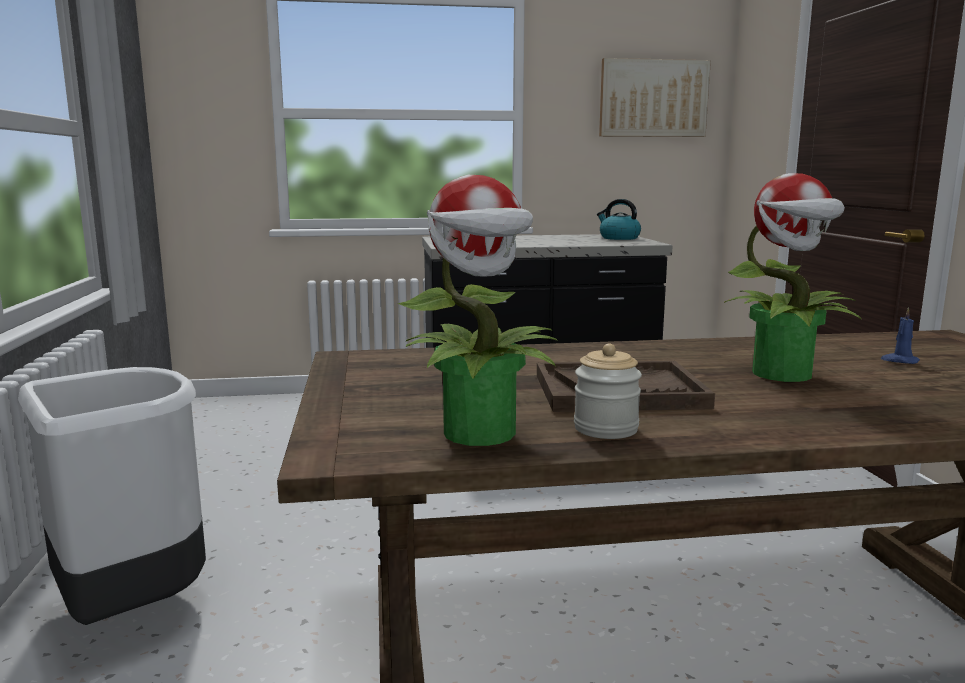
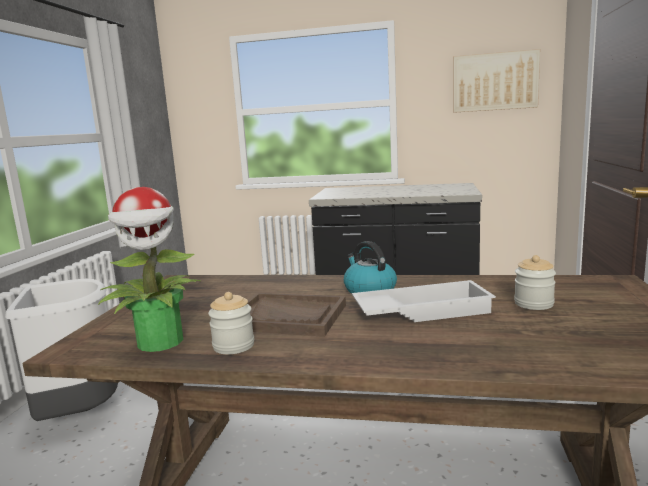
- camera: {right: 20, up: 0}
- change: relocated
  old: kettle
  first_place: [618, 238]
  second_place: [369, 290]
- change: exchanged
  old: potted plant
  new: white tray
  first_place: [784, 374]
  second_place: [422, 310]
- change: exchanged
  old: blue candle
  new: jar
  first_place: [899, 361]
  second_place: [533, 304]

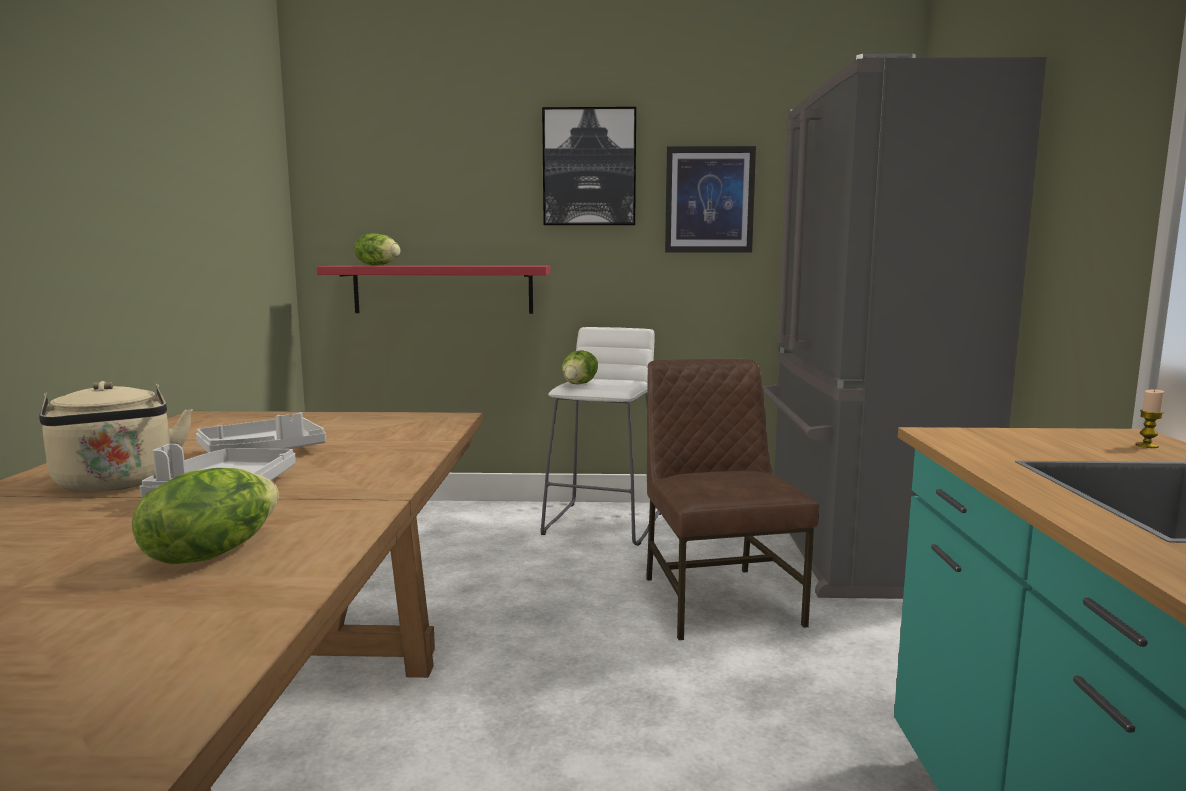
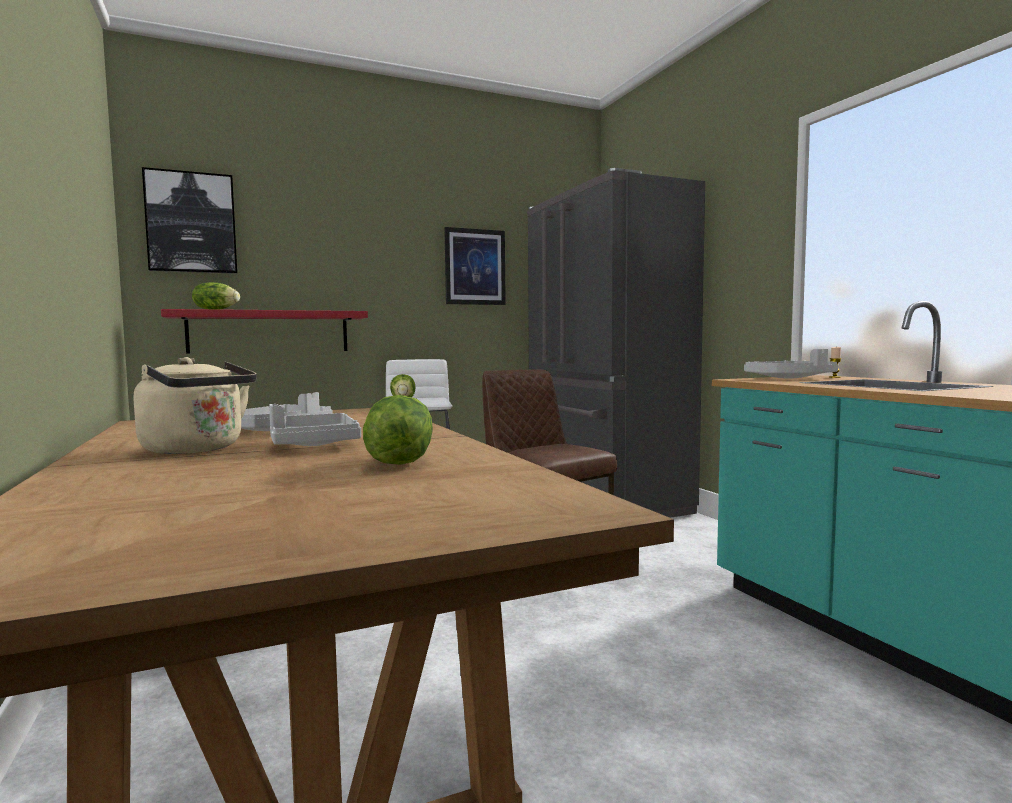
- camera: {right: -25, up: -5}
- change: relocated
  old: picture
  first_place: [589, 167]
  second_place: [191, 223]
- change: appeared
  new: grey tray
  second_place: [790, 378]

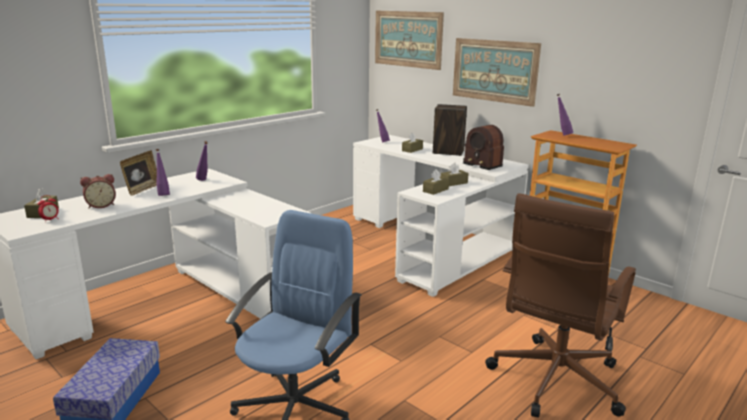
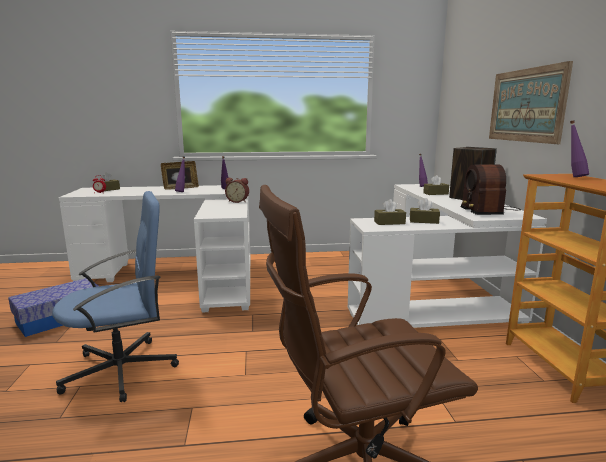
- camera: {right: 40, up: -5}
- change: relocated
  old: alarm clock
  first_place: [101, 205]
  second_place: [238, 201]
- change: missing
  old: picture
  first_place: [408, 39]

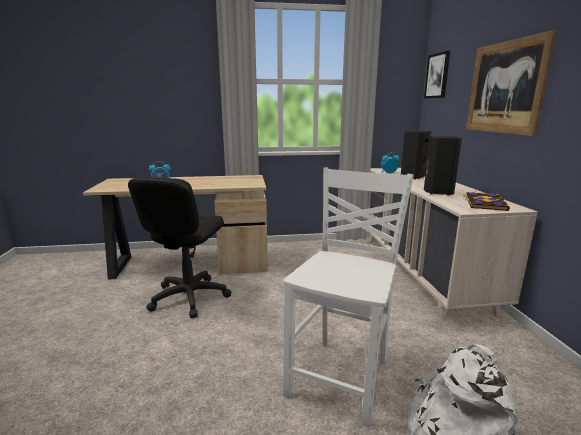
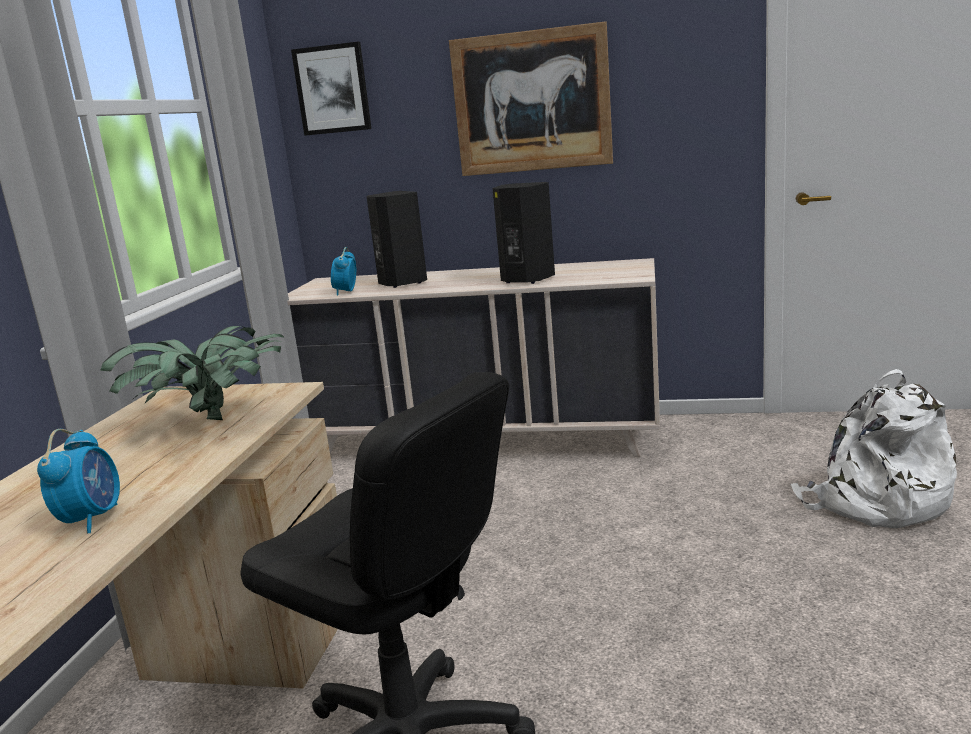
- camera: {right: -70, up: 0}
- change: missing
  old: white chair
  first_place: [342, 376]
- change: missing
  old: book
  first_place: [484, 203]
- change: appeared
  new: potted plant
  second_place: [210, 421]

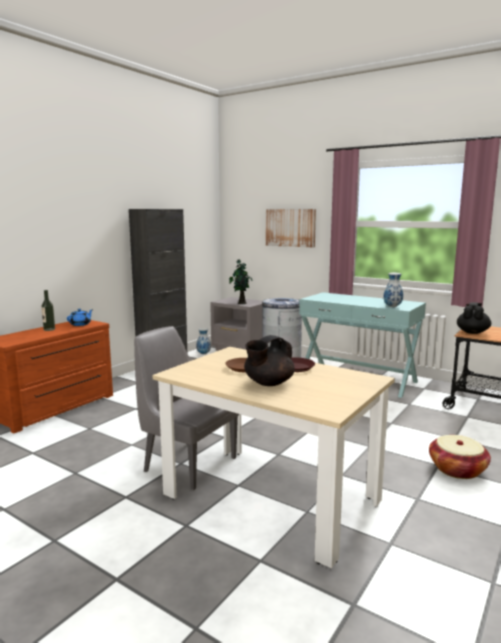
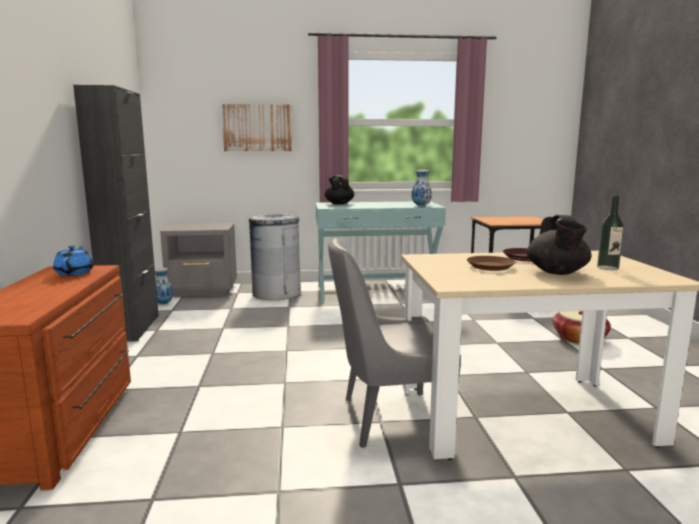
- camera: {right: -40, up: 0}
- change: relocated
  old: bottle
  first_place: [49, 329]
  second_place: [607, 268]
- change: missing
  old: potted plant
  first_place: [241, 303]
- change: relocated
  old: black teapot
  first_place: [472, 332]
  second_place: [339, 204]

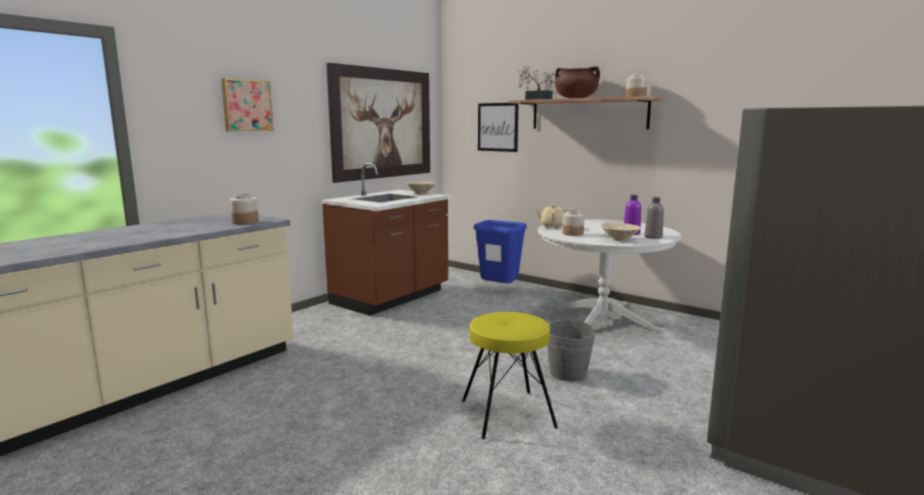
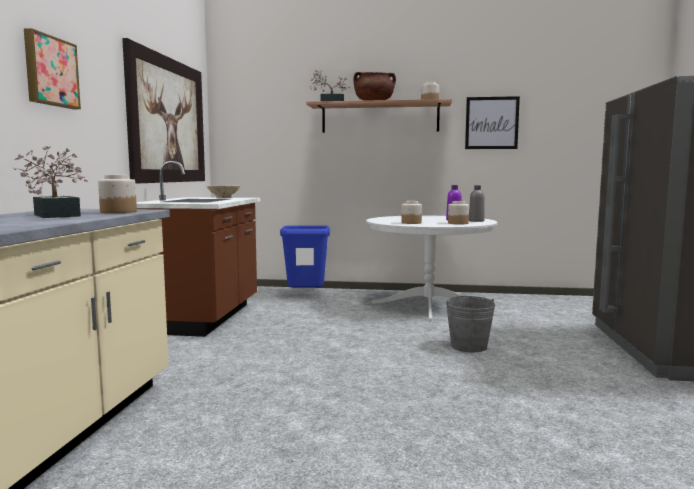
- camera: {right: -30, up: -5}
- change: missing
  old: yellow stool
  first_place: [507, 414]
- change: relocated
  old: picture
  first_place: [497, 127]
  second_place: [491, 123]
- change: missing
  old: beige teapot
  first_place: [552, 227]
- change: exchanged
  old: beige bowl
  new: jar
  first_place: [619, 239]
  second_place: [458, 223]
- change: appeared
  new: potted plant
  second_place: [56, 215]

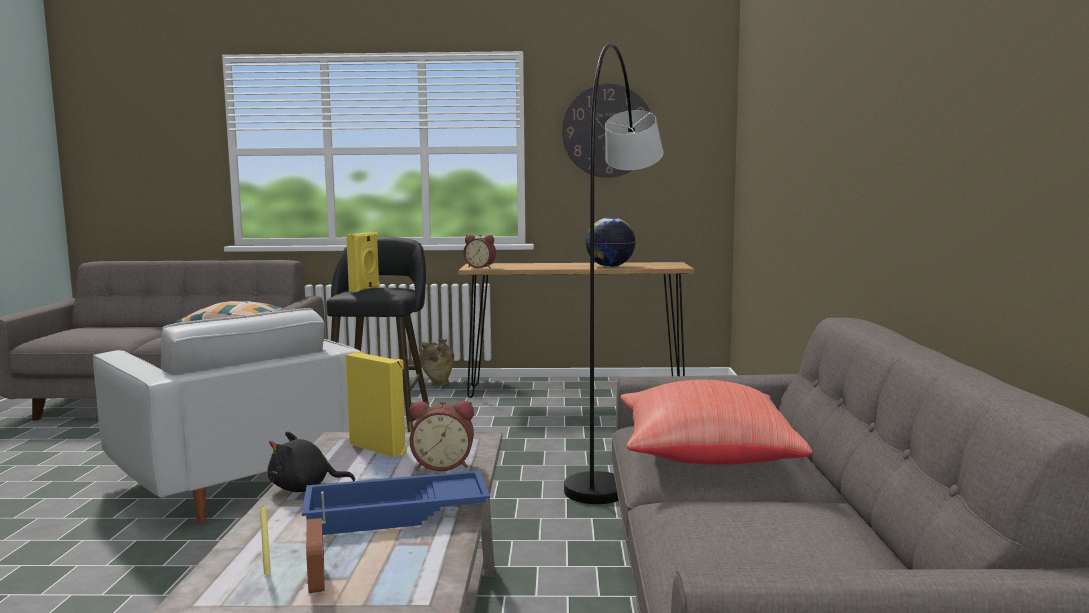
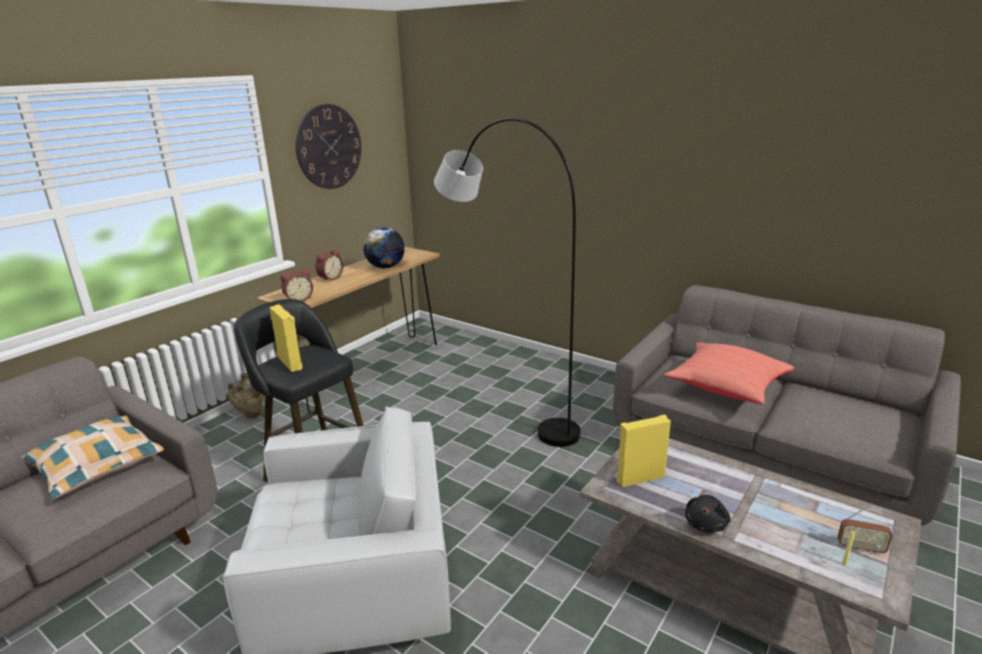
- camera: {right: -55, up: 15}
- change: missing
  old: blue tray
  first_place: [395, 515]
- change: relocated
  old: alarm clock
  first_place: [443, 465]
  second_place: [330, 278]

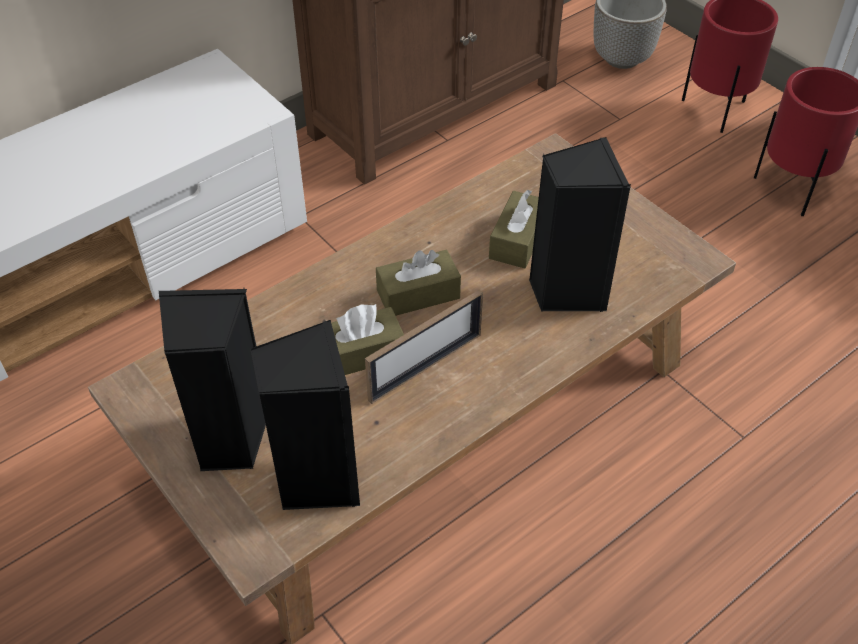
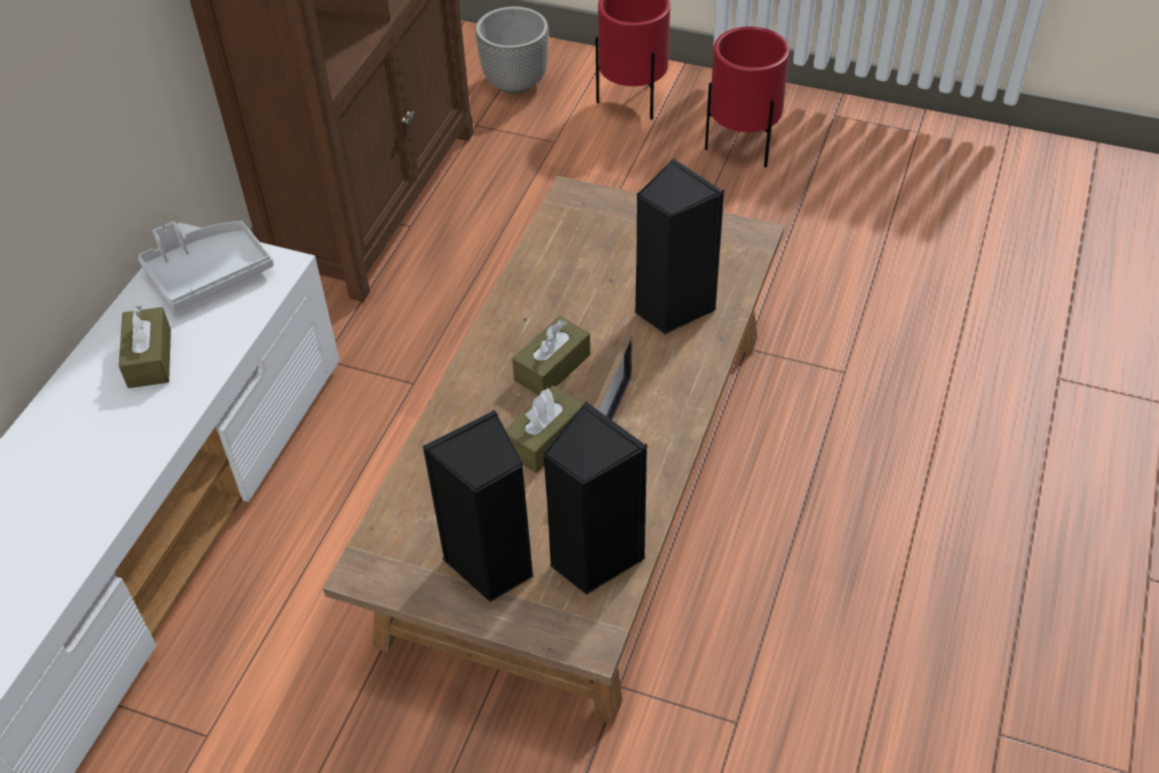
- camera: {right: -30, up: 0}
- change: relocated
  old: brown tissue box
  first_place: [518, 240]
  second_place: [150, 358]
- change: appeared
  new: grey tray
  second_place: [208, 274]

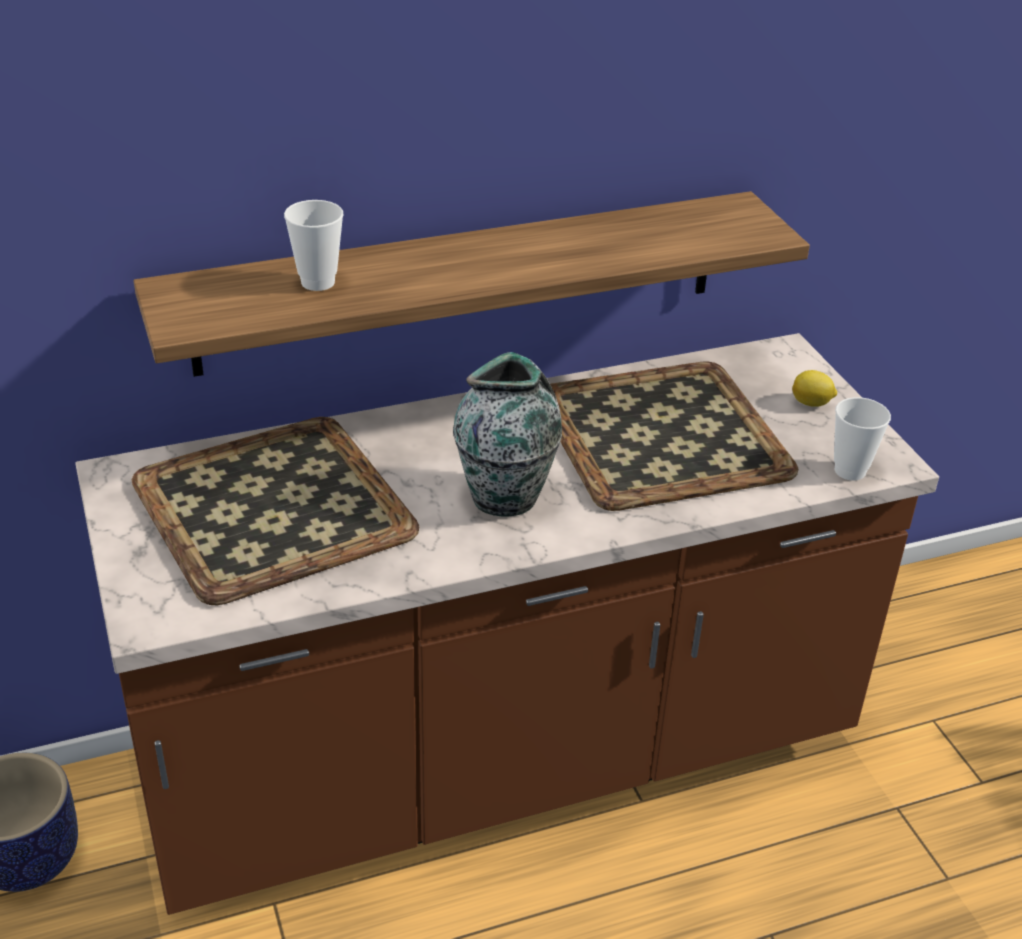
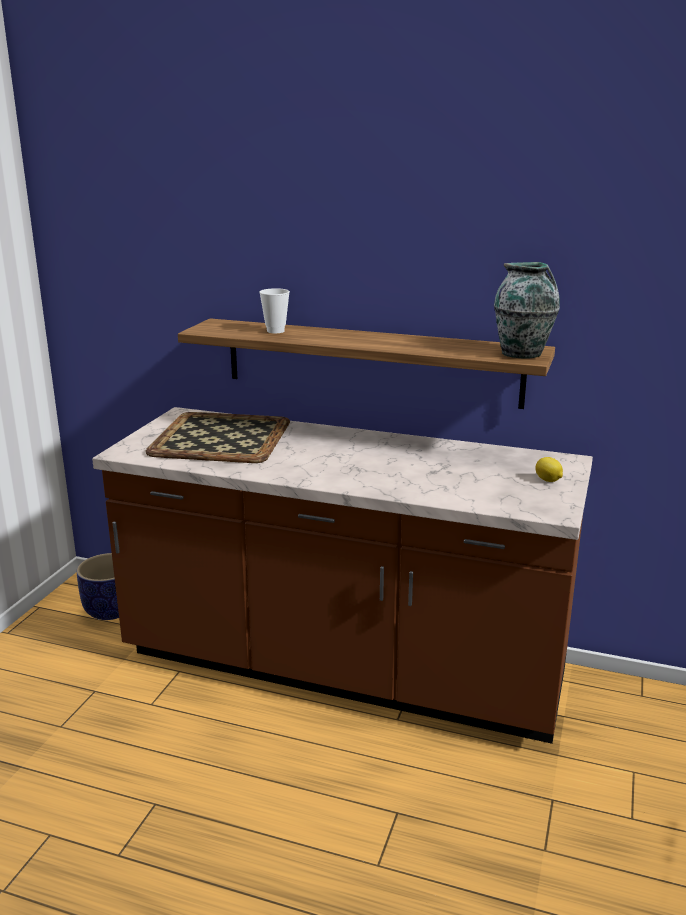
- camera: {right: 40, up: -15}
- change: relocated
  old: vase
  first_place: [506, 496]
  second_place: [523, 354]
- change: missing
  old: tray
  first_place: [665, 435]
- change: missing
  old: cup
  first_place: [850, 471]

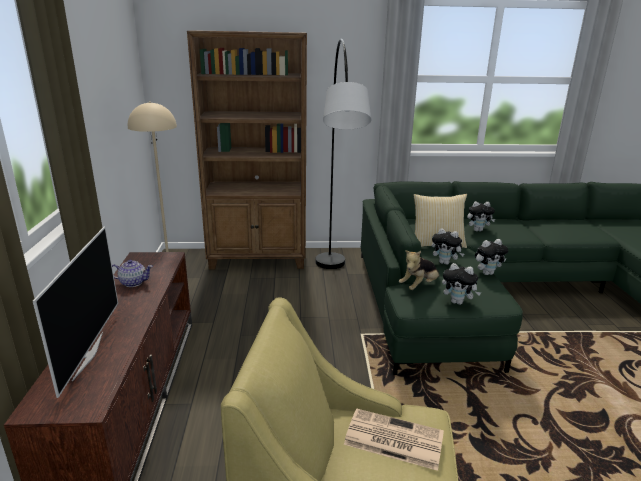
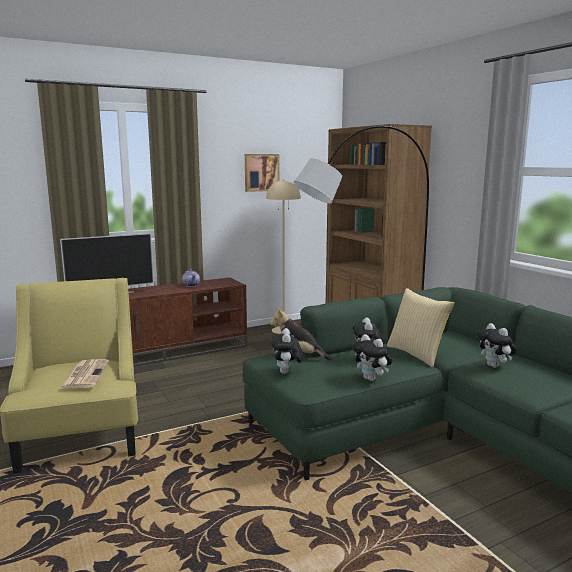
- camera: {right: 65, up: -10}
- change: appeared
  new: picture
  second_place: [261, 172]

